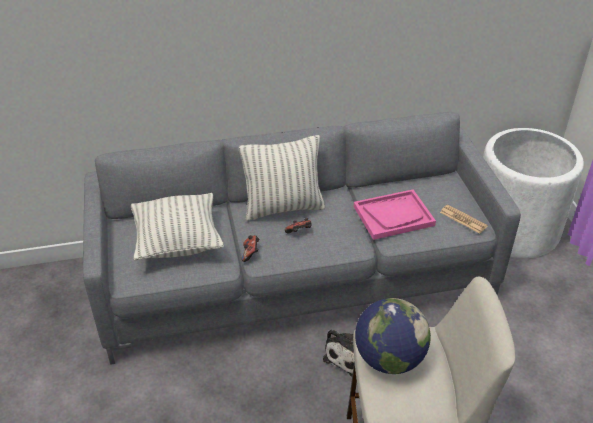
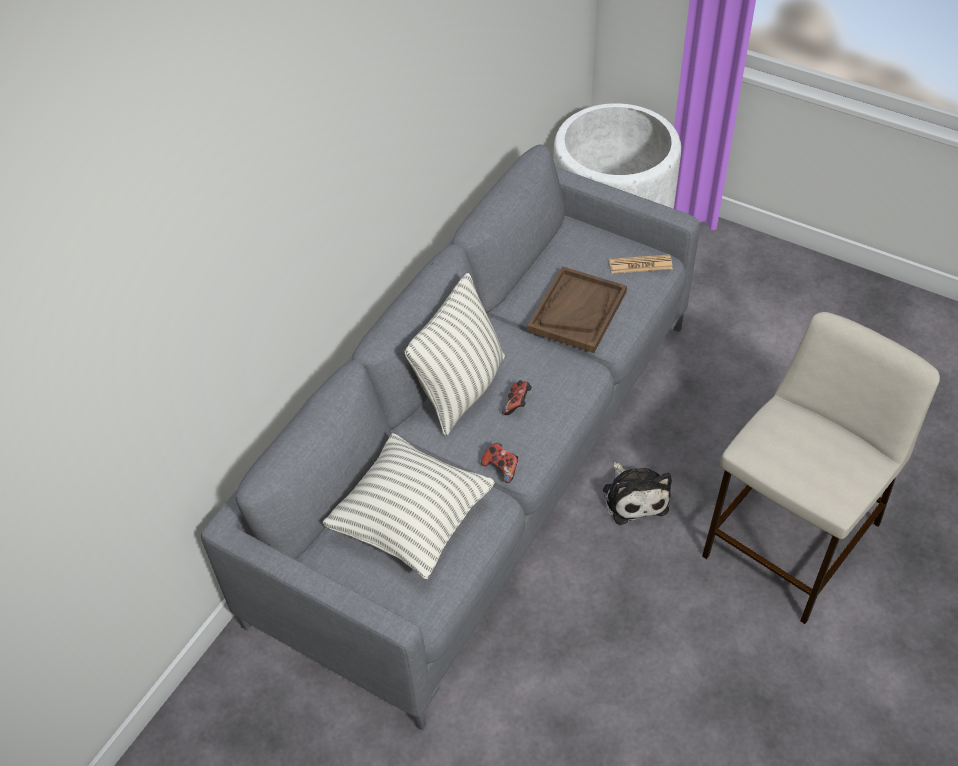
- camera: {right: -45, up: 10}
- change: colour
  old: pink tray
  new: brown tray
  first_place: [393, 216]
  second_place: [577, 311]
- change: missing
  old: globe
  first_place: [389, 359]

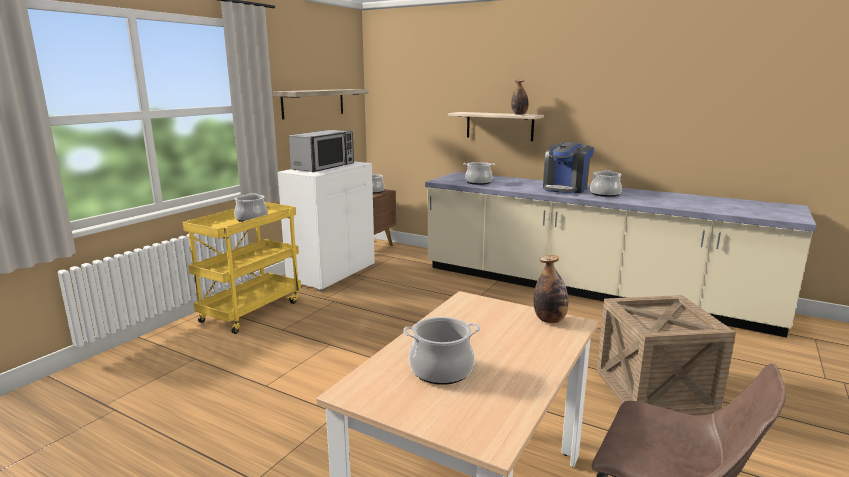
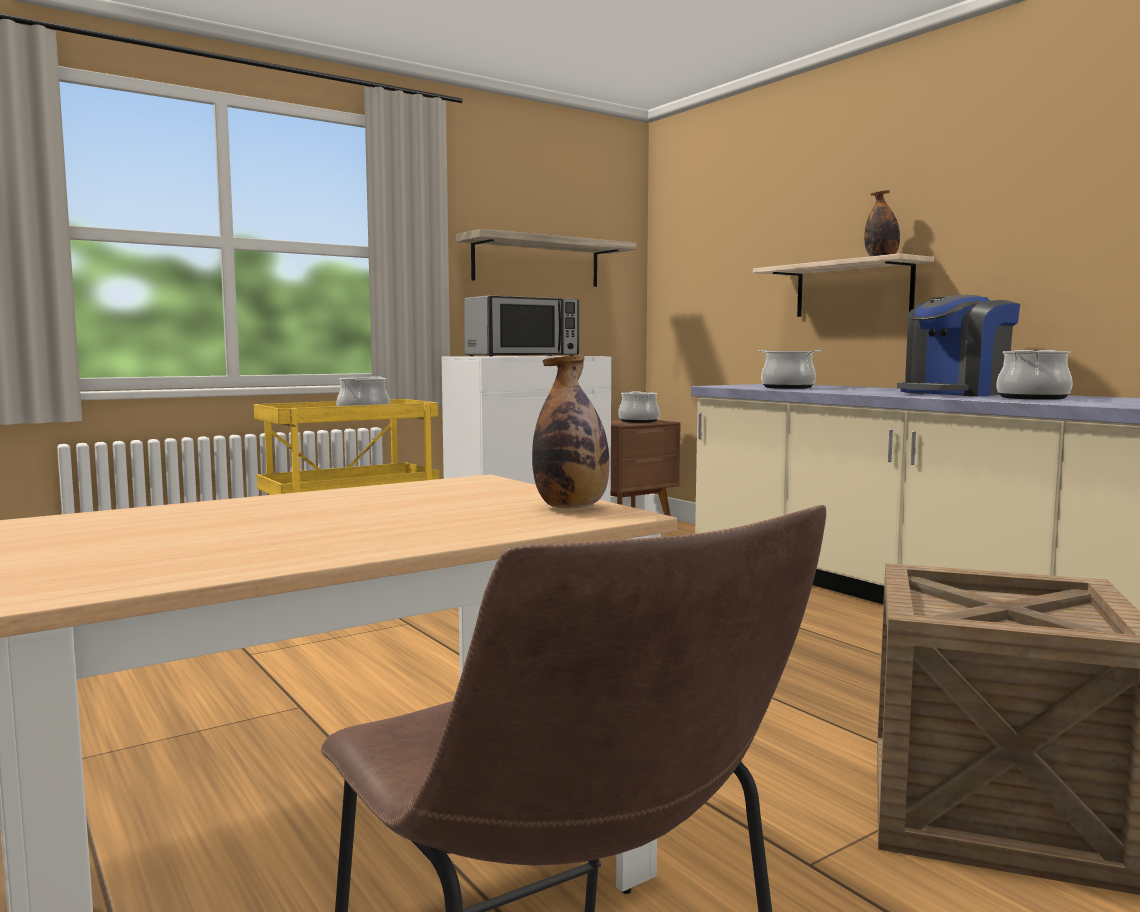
- camera: {right: 25, up: -10}
- change: missing
  old: cooking pot
  first_place: [441, 370]

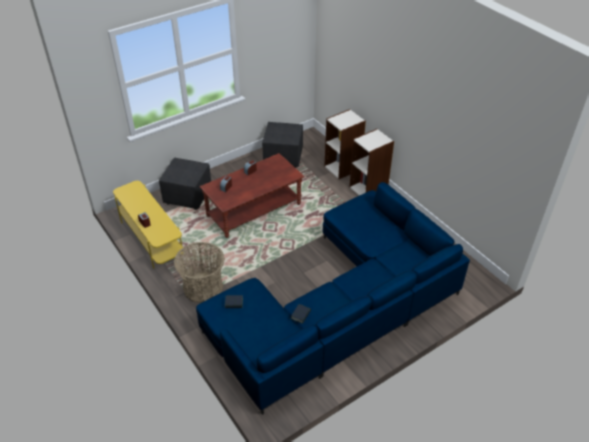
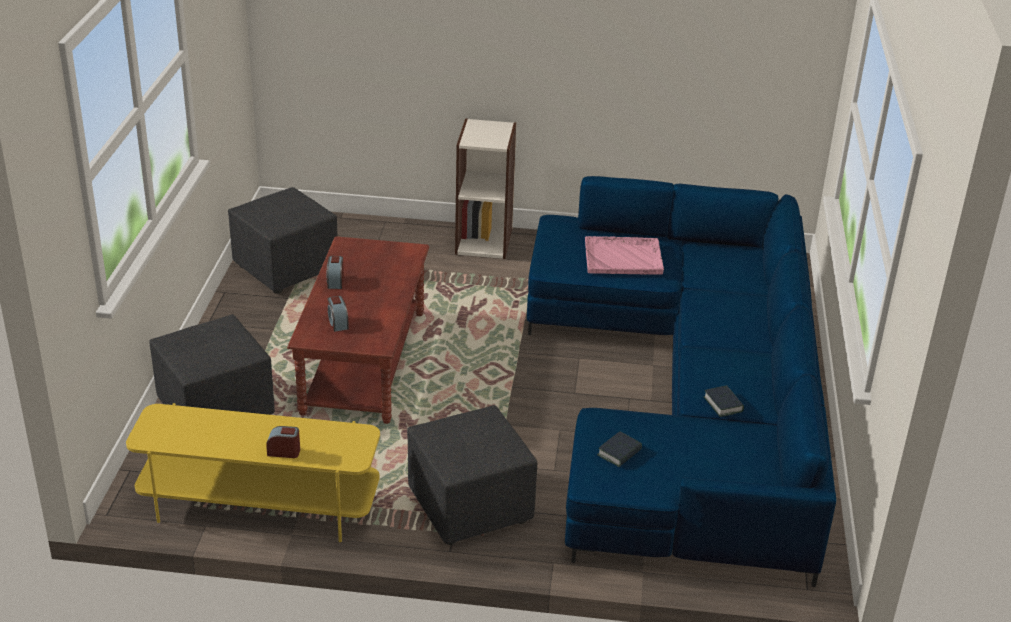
- camera: {right: -50, up: -10}
- change: exchanged
  old: basket
  new: black ottoman
  first_place: [203, 287]
  second_place: [469, 509]
- change: missing
  old: bookcase
  first_place: [343, 167]
- change: appeared
  new: pink tray
  second_place: [624, 258]

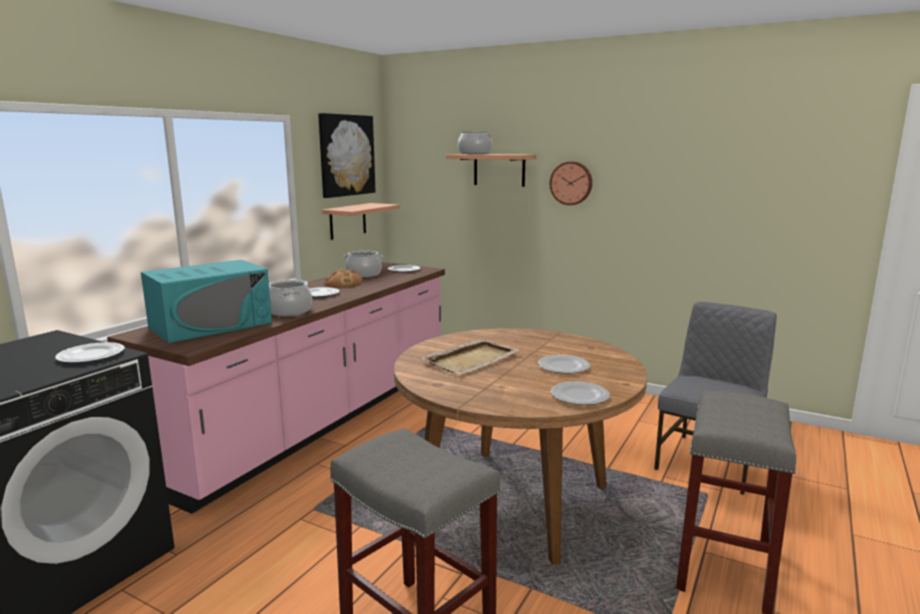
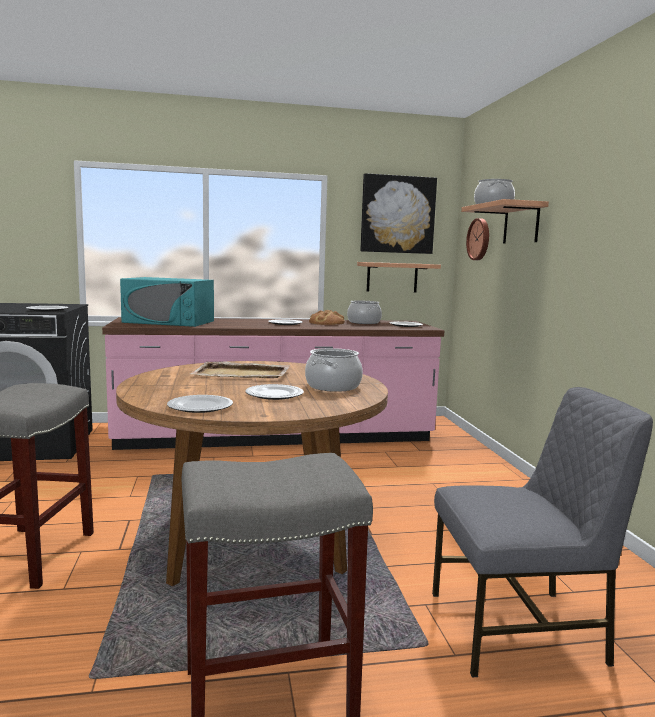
- camera: {right: 50, up: -5}
- change: relocated
  old: cooking pot
  first_place: [289, 311]
  second_place: [332, 386]
- change: relocated
  old: wall clock
  first_place: [571, 183]
  second_place: [479, 239]

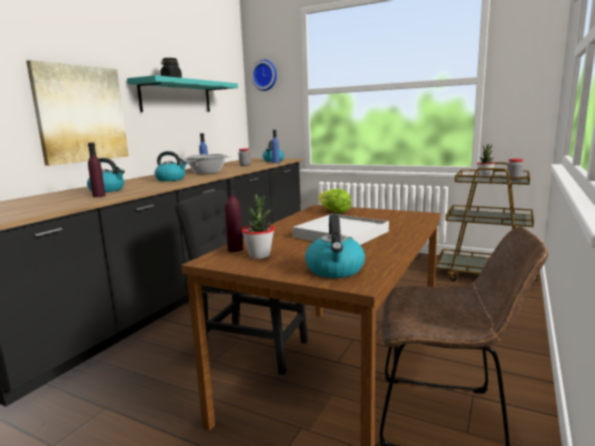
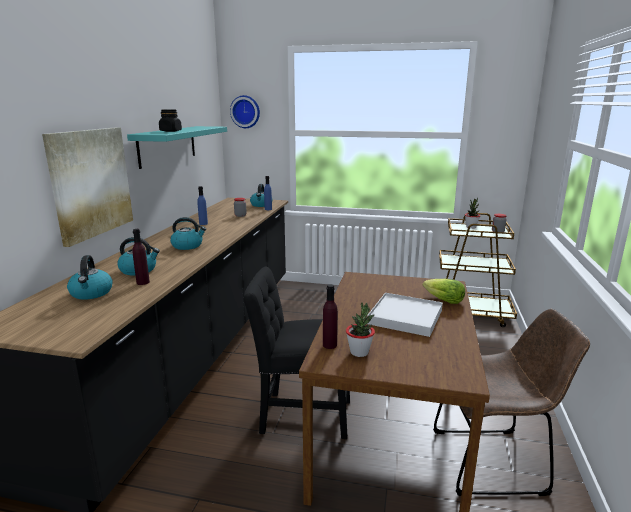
- camera: {right: -15, up: 5}
- change: missing
  old: cooking pot
  first_place: [207, 172]
- change: relocated
  old: kettle
  first_place: [335, 270]
  second_place: [91, 293]
- change: relocated
  old: lettuce
  first_place: [333, 211]
  second_place: [443, 300]

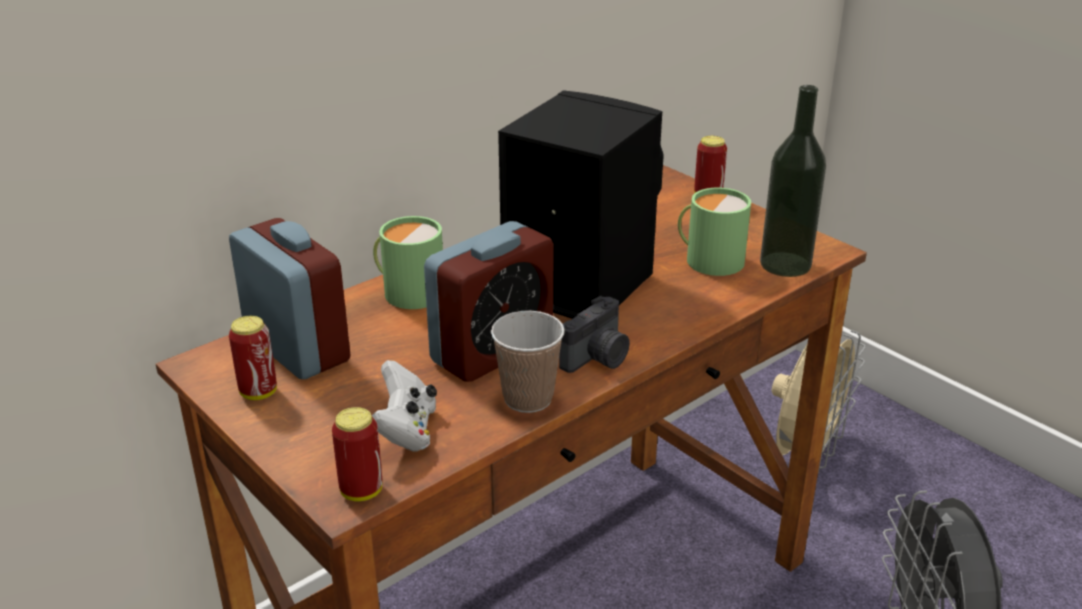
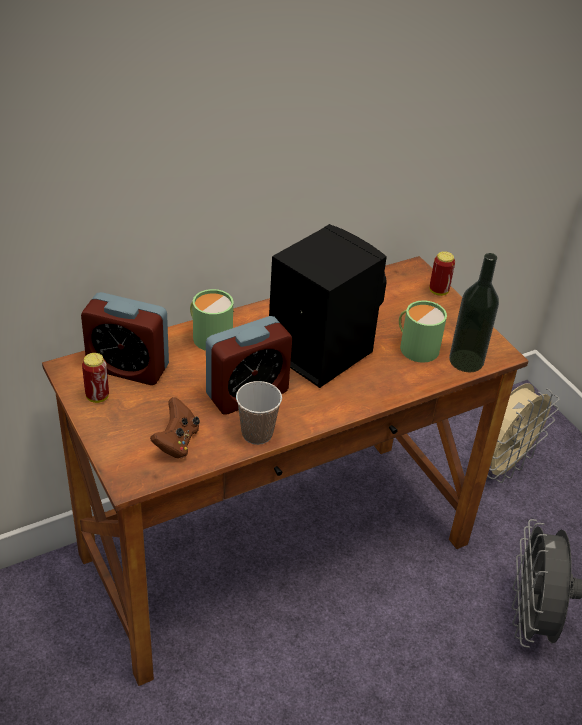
- camera: {right: 10, up: 10}
- change: spun
  old: alarm clock
  first_place: [296, 348]
  second_place: [128, 367]
  degrees: 135
- change: missing
  old: can
  first_place: [361, 491]
- change: colour
  old: white game controller
  new: brown game controller
  first_place: [406, 431]
  second_place: [177, 442]
- change: missing
  old: photo camera
  first_place: [598, 358]

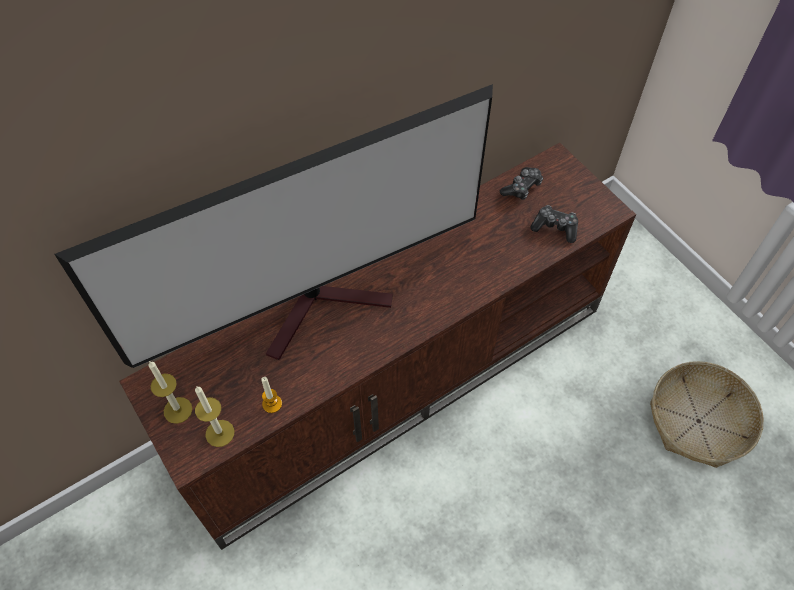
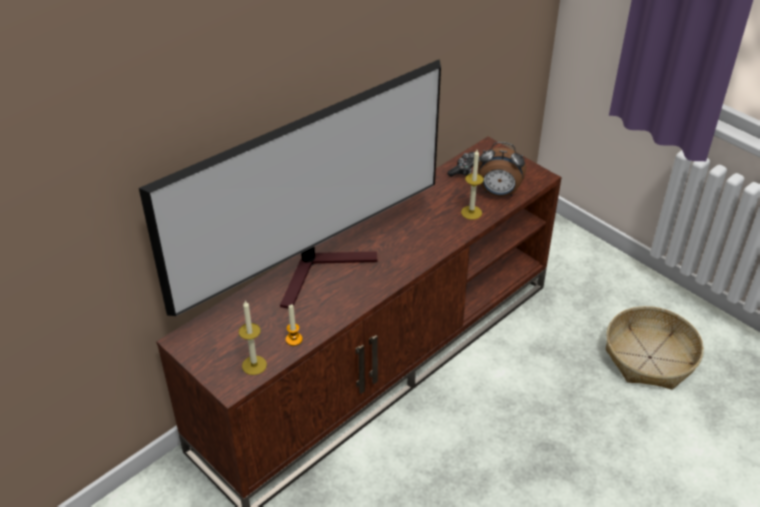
- camera: {right: -10, up: -15}
- change: relocated
  old: candle
  first_place: [178, 410]
  second_place: [471, 212]
- change: exchanged
  old: game controller
  new: alarm clock
  first_place: [555, 227]
  second_place: [498, 193]

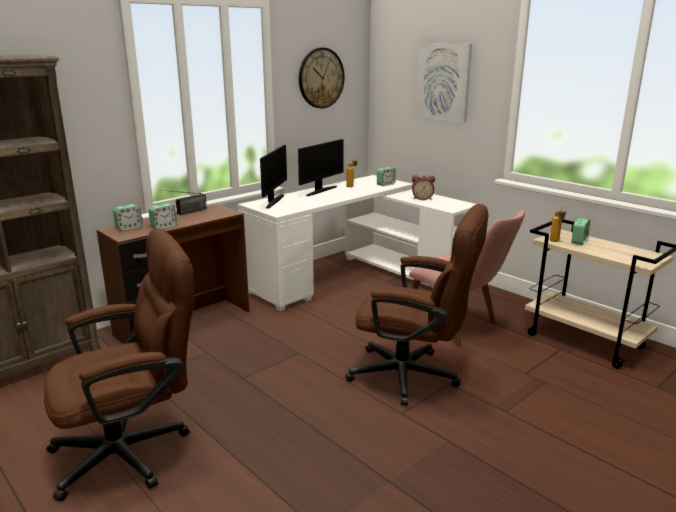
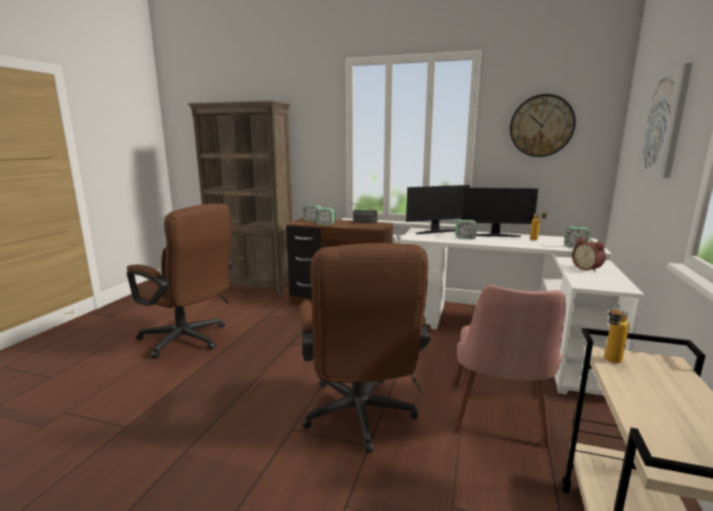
- camera: {right: 60, up: -5}
- change: relocated
  old: alarm clock
  first_place: [579, 242]
  second_place: [465, 238]

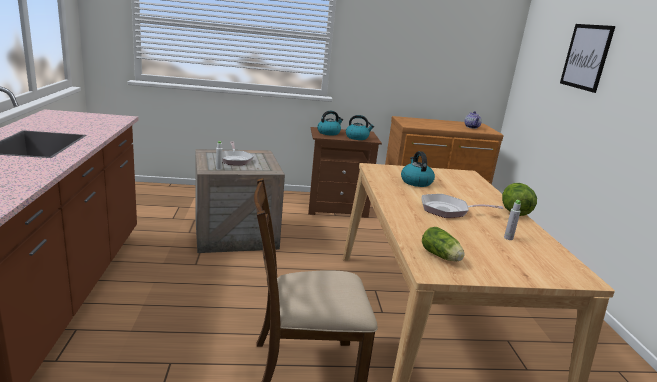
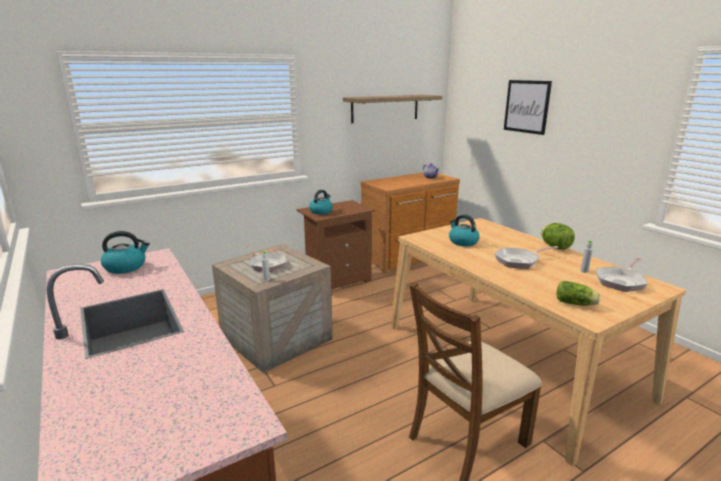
- camera: {right: -25, up: 0}
- change: relocated
  old: kettle
  first_place: [357, 137]
  second_place: [126, 267]
- change: appeared
  new: shelf
  second_place: [385, 108]
- change: appeared
  new: frying pan
  second_place: [621, 281]

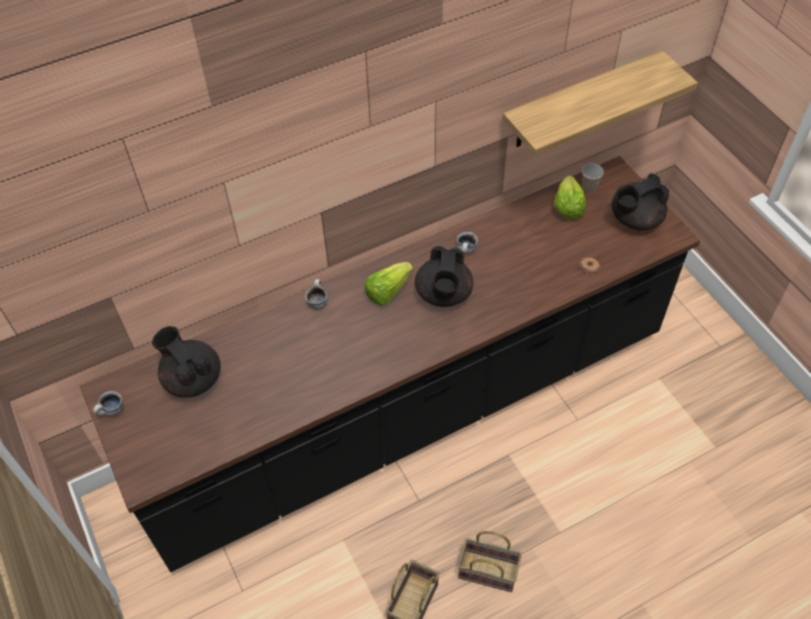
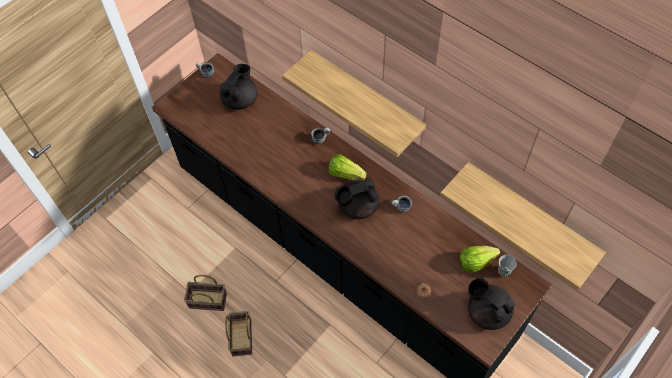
- camera: {right: 70, up: 5}
- change: appeared
  new: shelf
  second_place: [366, 98]

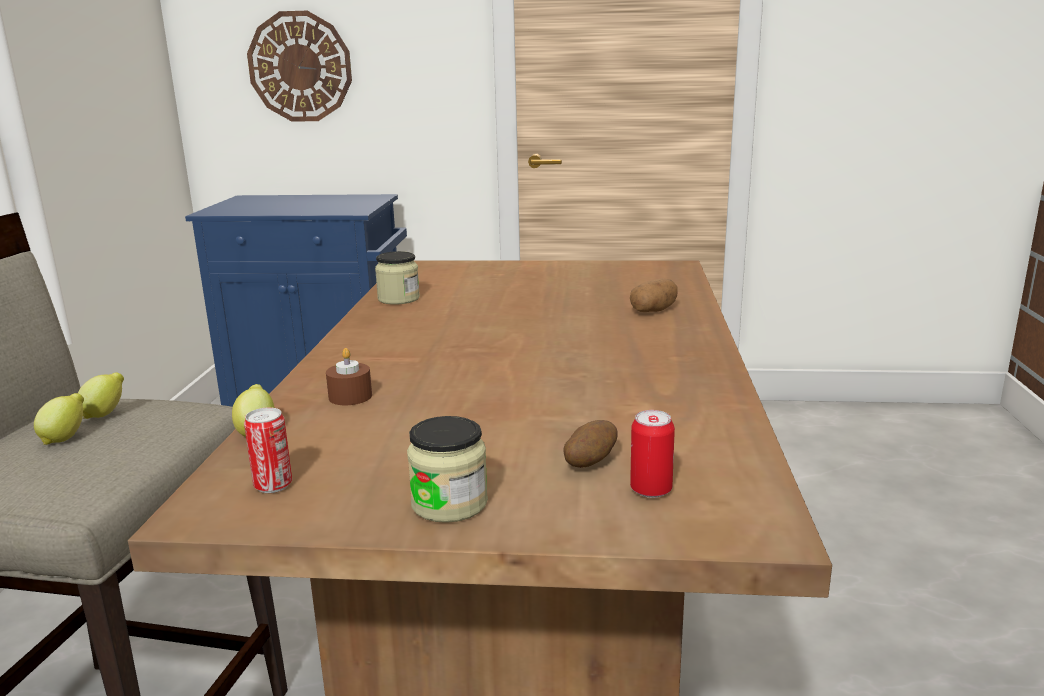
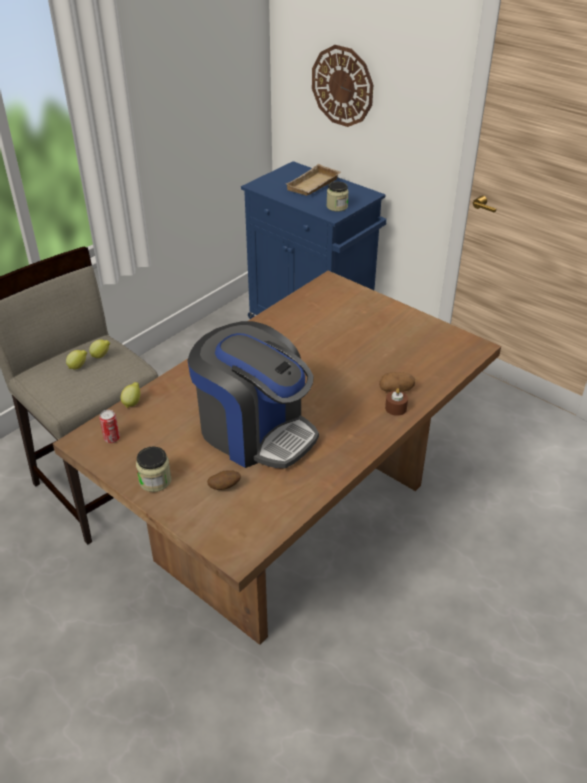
- camera: {right: 35, up: 20}
- change: relocated
  old: brown candle
  first_place: [350, 396]
  second_place: [396, 408]
- change: relocated
  old: jar
  first_place: [398, 299]
  second_place: [337, 206]
- change: missing
  old: can
  first_place: [651, 490]
- change: appeared
  new: coffee machine
  second_place: [255, 431]
- change: appeared
  new: beige tray
  second_place: [314, 185]

